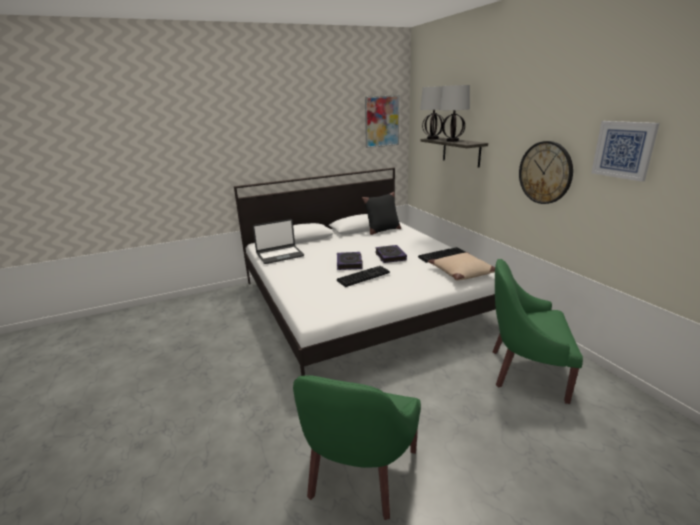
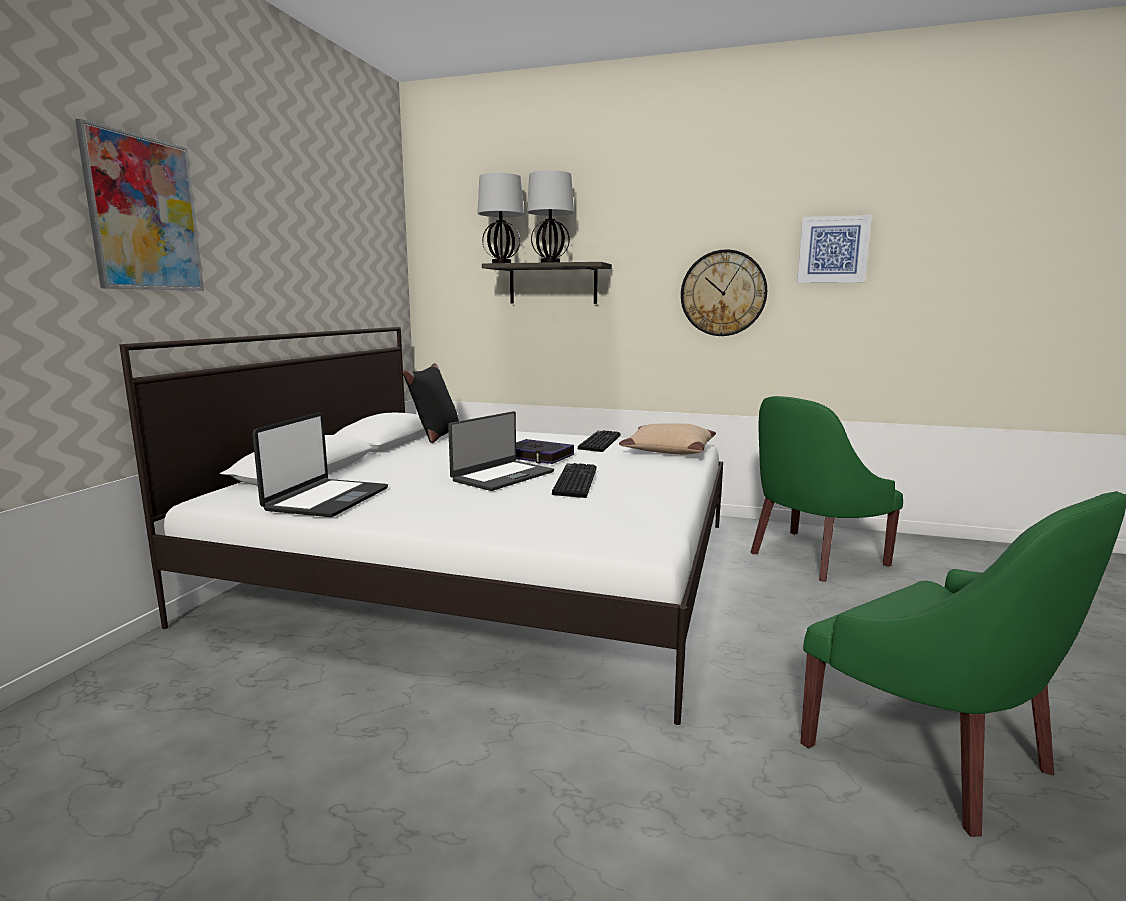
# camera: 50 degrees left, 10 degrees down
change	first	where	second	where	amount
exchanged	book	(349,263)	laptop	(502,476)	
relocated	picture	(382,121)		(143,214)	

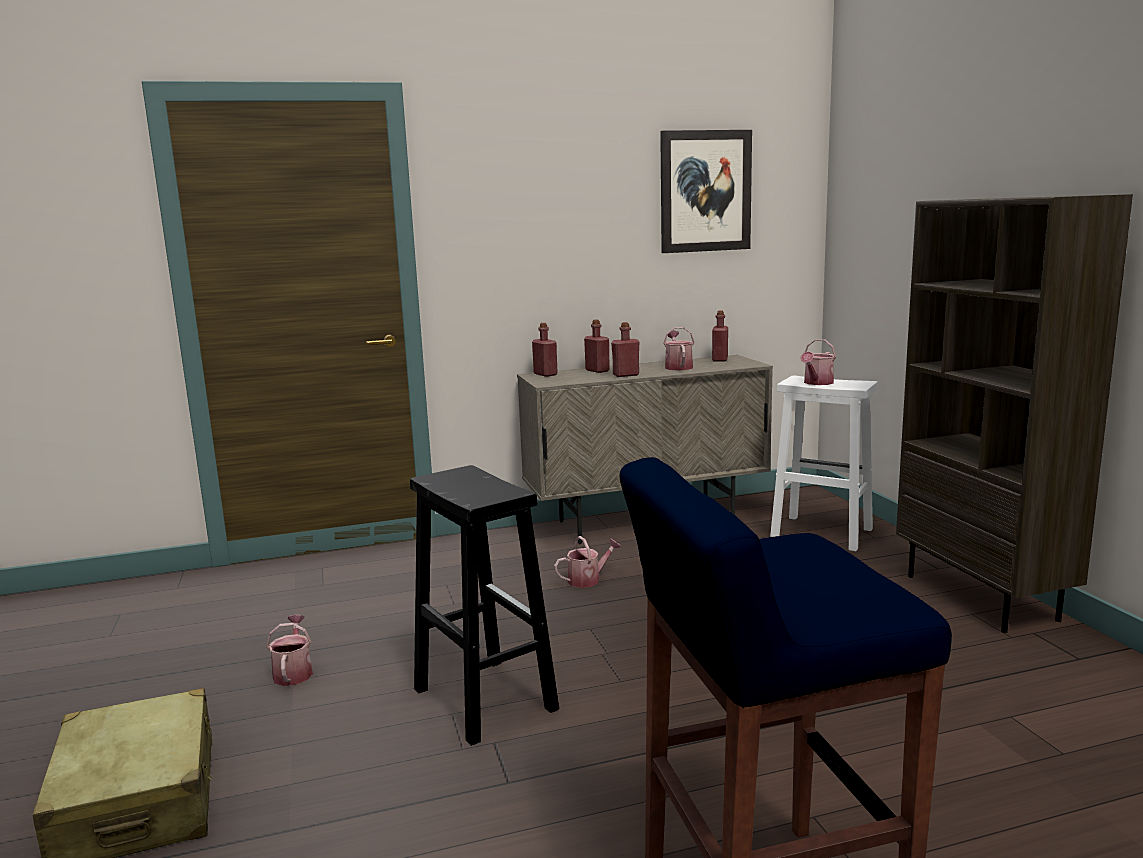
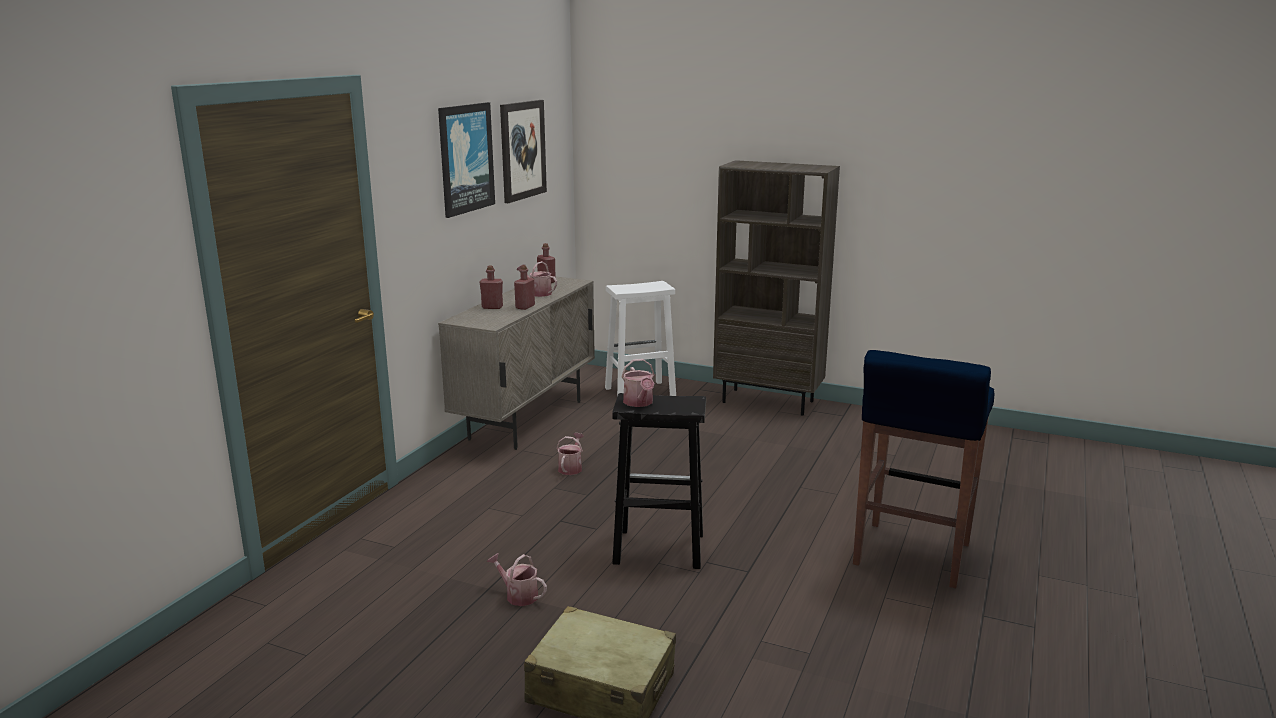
# camera: 50 degrees left, 5 degrees up
change	first	where	second	where	amount
missing	red bottle	(545,374)			
relocated	watering can	(817,383)		(639,403)	
appeared			picture	(465,158)	

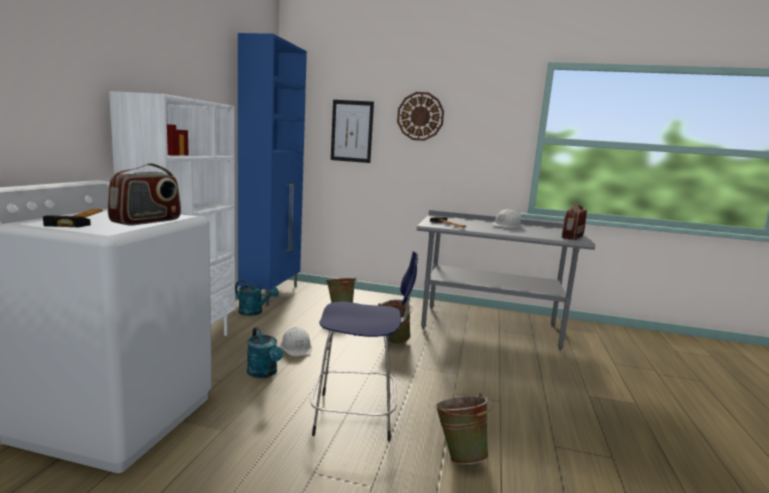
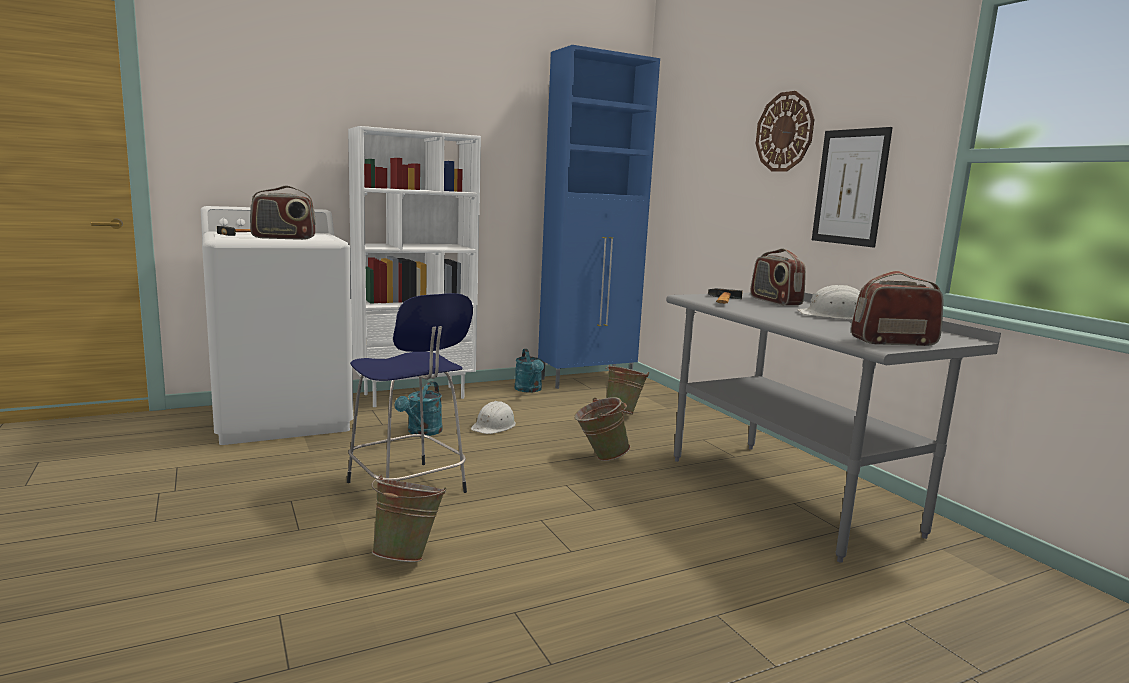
# camera: 50 degrees right, 0 degrees up
change	first	where	second	where	amount
relocated	picture	(352,131)		(850,187)	
appeared			radio	(774,301)	

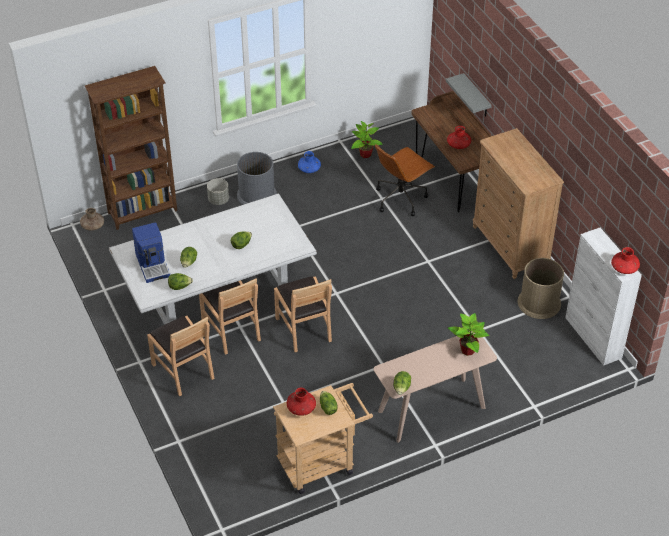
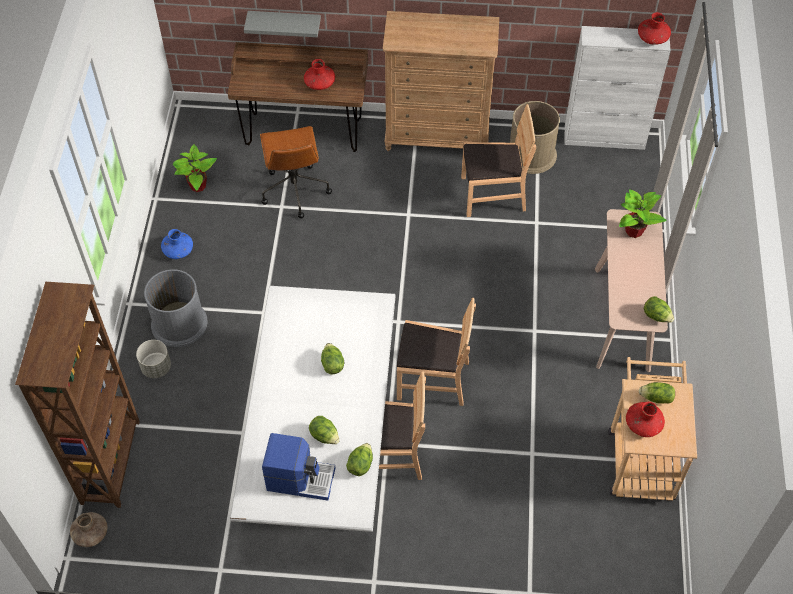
# camera: 60 degrees left, 10 degrees up
change	first	where	second	where	amount
relocated	brown chair	(183,370)		(493,195)	

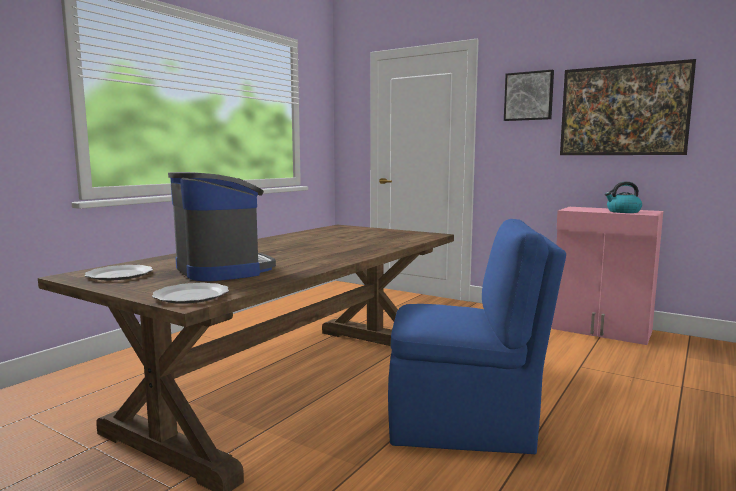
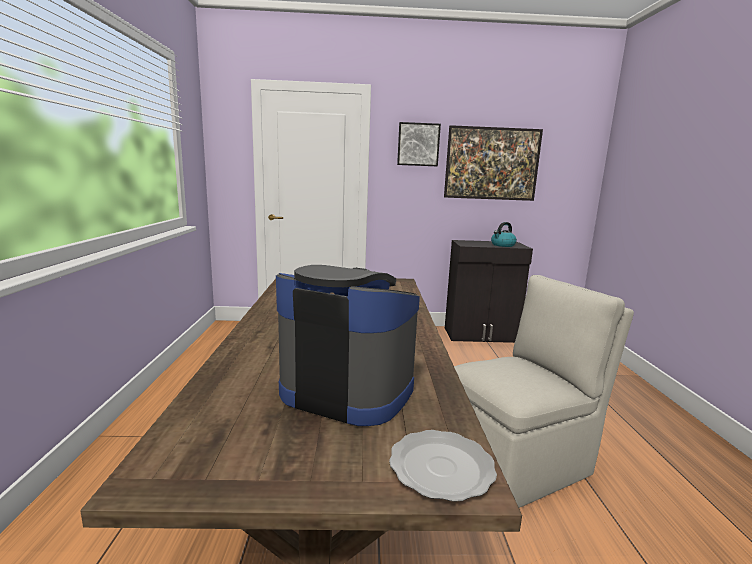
# camera: 35 degrees left, 5 degrees up
change	first	where	second	where	amount
missing	plate	(120,275)			
colour	blue chair	(464,424)	beige chair	(517,463)	
colour	pink cabinet	(601,330)	black cabinet	(481,335)	

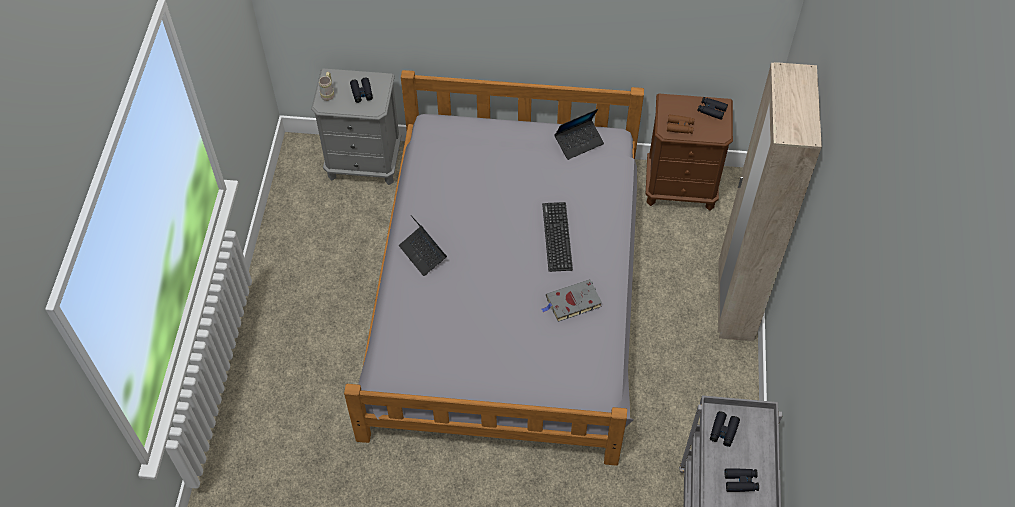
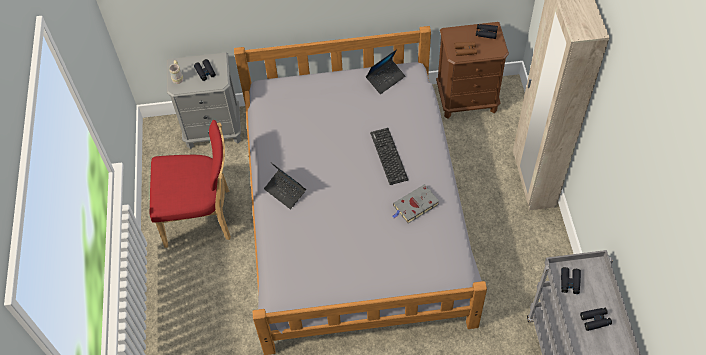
# camera: 10 degrees left, 0 degrees up
change	first	where	second	where	amount
appeared			red chair	(202,217)	

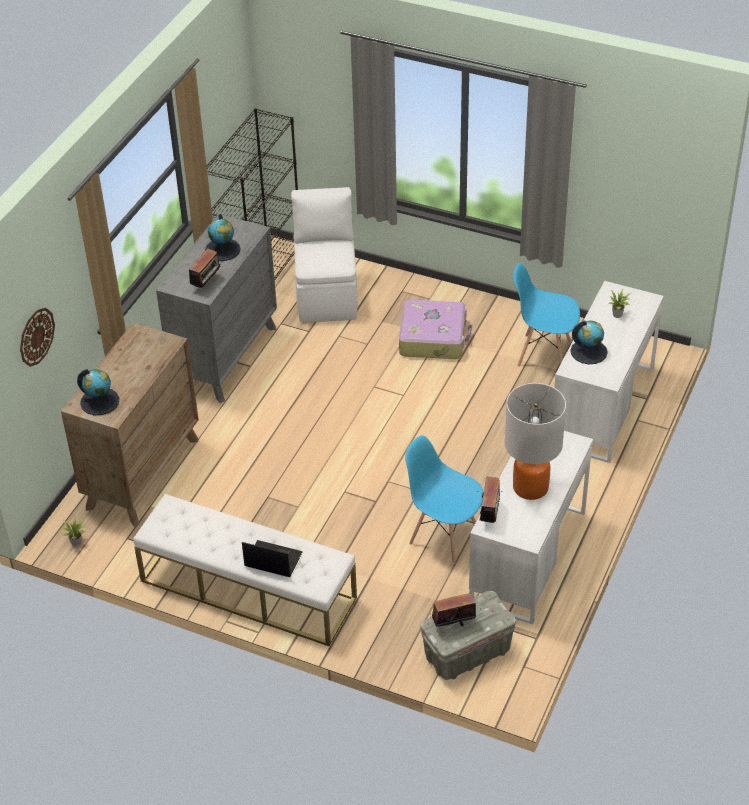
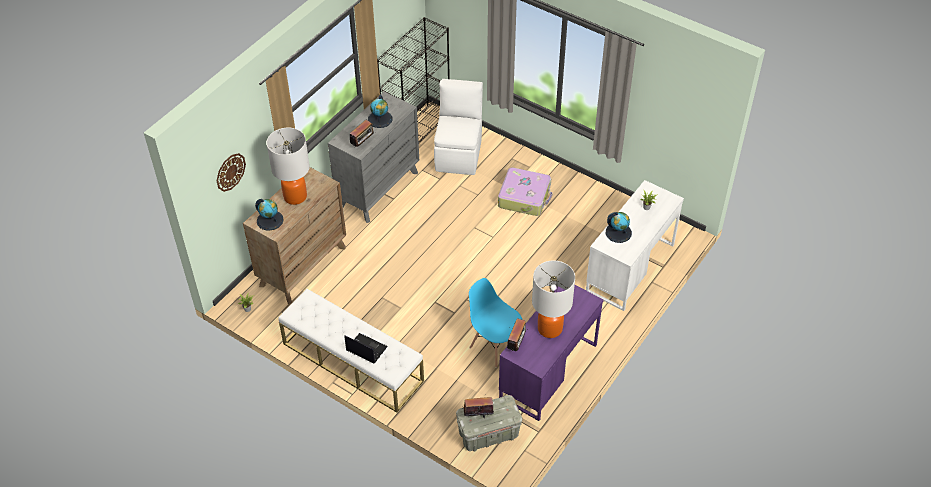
# camera: 10 degrees right, 5 degrees up
change	first	where	second	where	amount
colour	white desk	(527,557)	purple desk	(548,371)	
missing	blue chair	(543,353)			
appeared			table lamp	(295,196)	

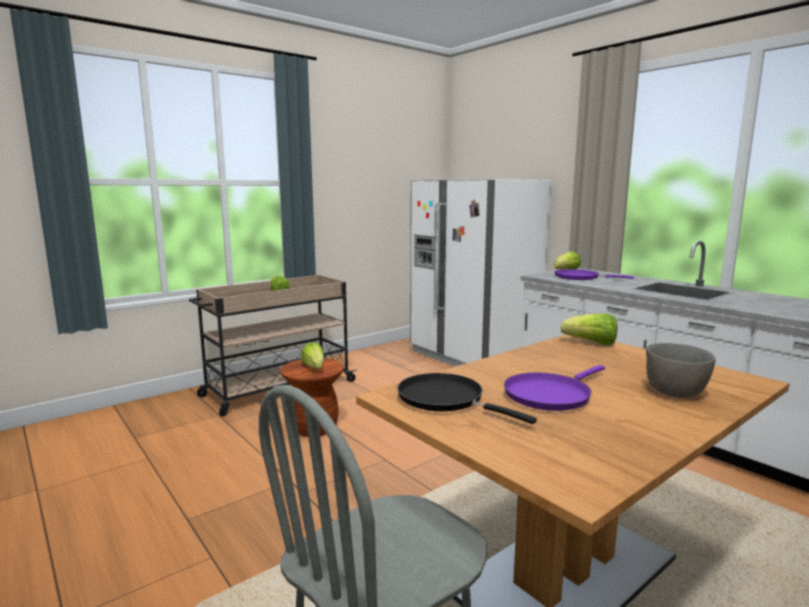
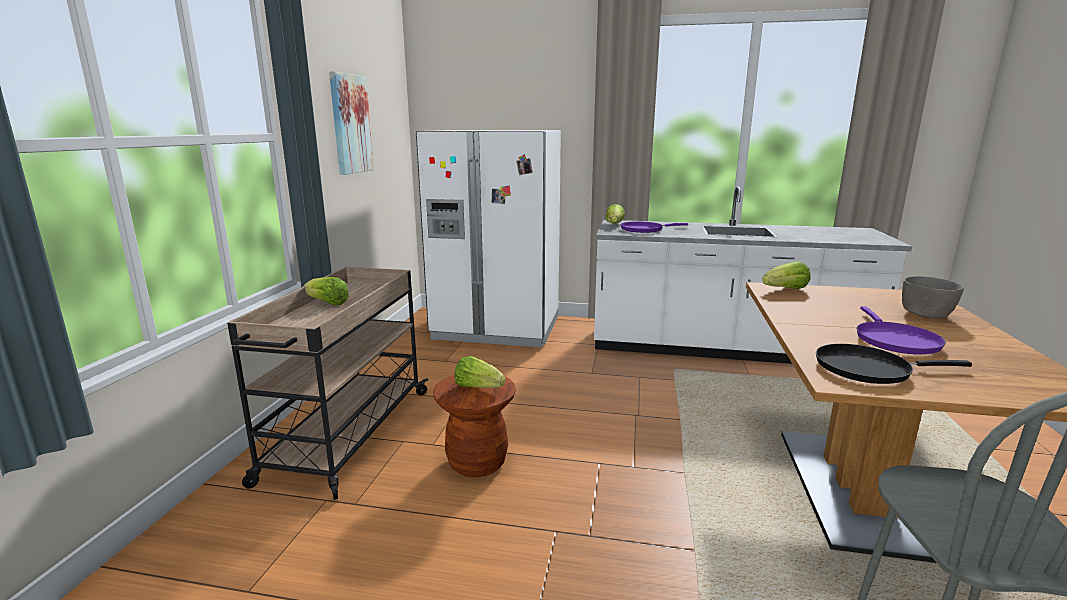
# camera: 40 degrees left, 5 degrees up
change	first	where	second	where	amount
appeared			picture	(350,124)	

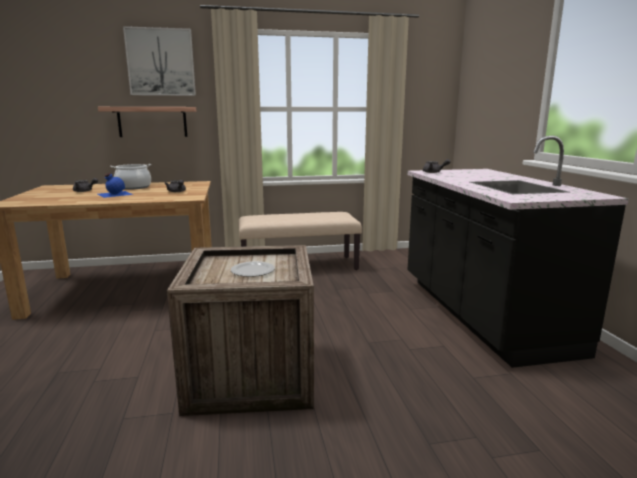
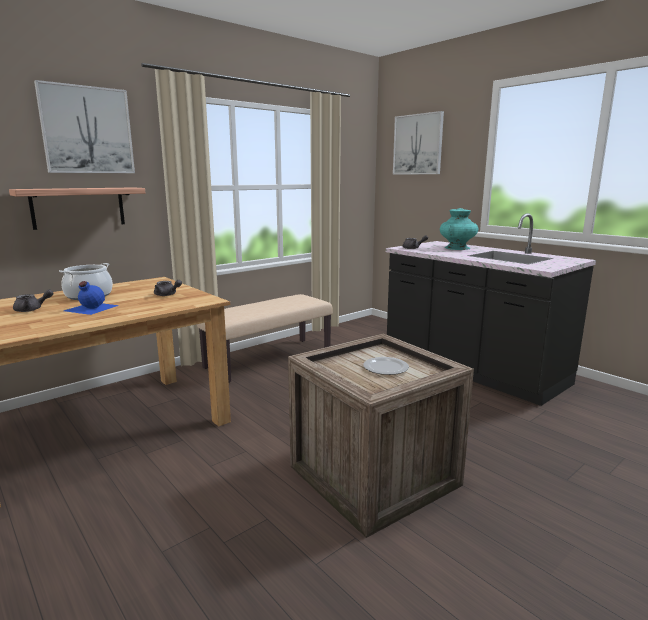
# camera: 30 degrees left, 0 degrees up
change	first	where	second	where	amount
appeared			picture	(418,144)	
appeared			turquoise vase	(457,248)	

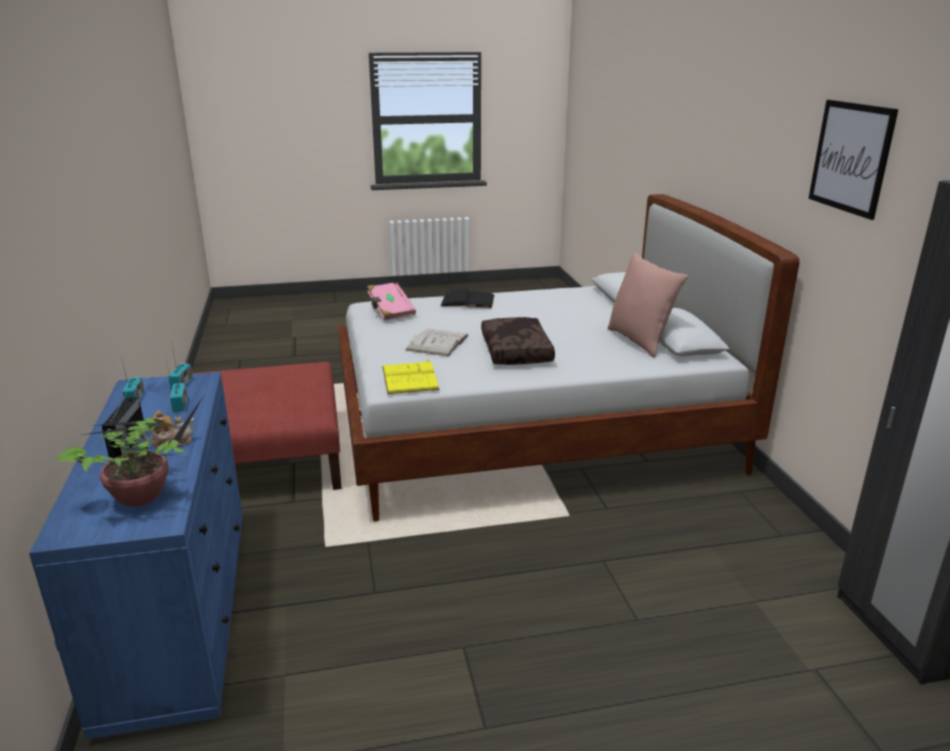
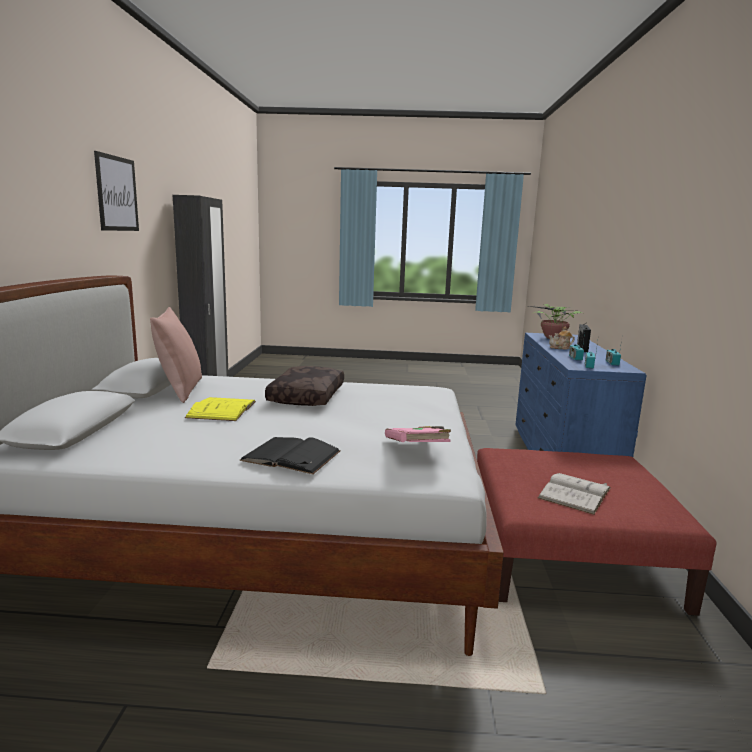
# camera: 165 degrees left, 10 degrees down
change	first	where	second	where	amount
relocated	yellow book	(409,378)		(222,409)	
relocated	white book	(437,342)		(574,493)	

